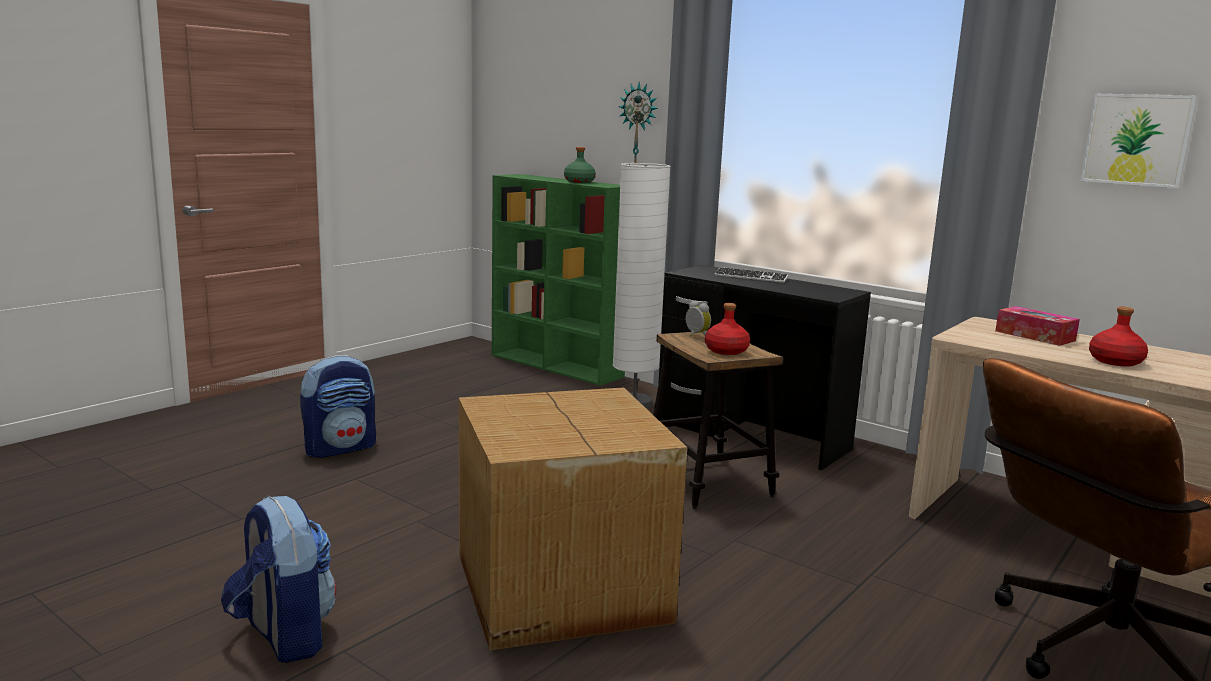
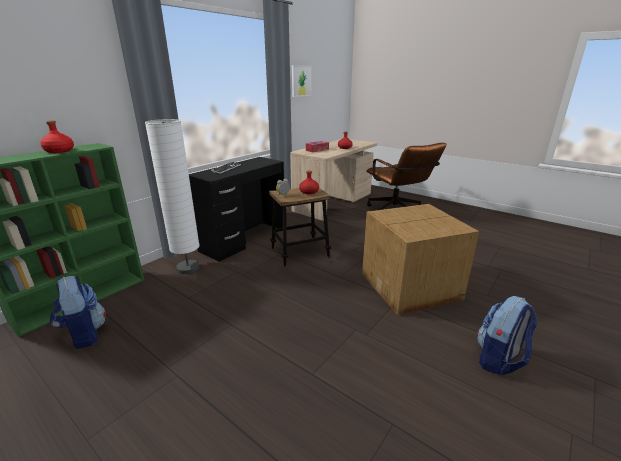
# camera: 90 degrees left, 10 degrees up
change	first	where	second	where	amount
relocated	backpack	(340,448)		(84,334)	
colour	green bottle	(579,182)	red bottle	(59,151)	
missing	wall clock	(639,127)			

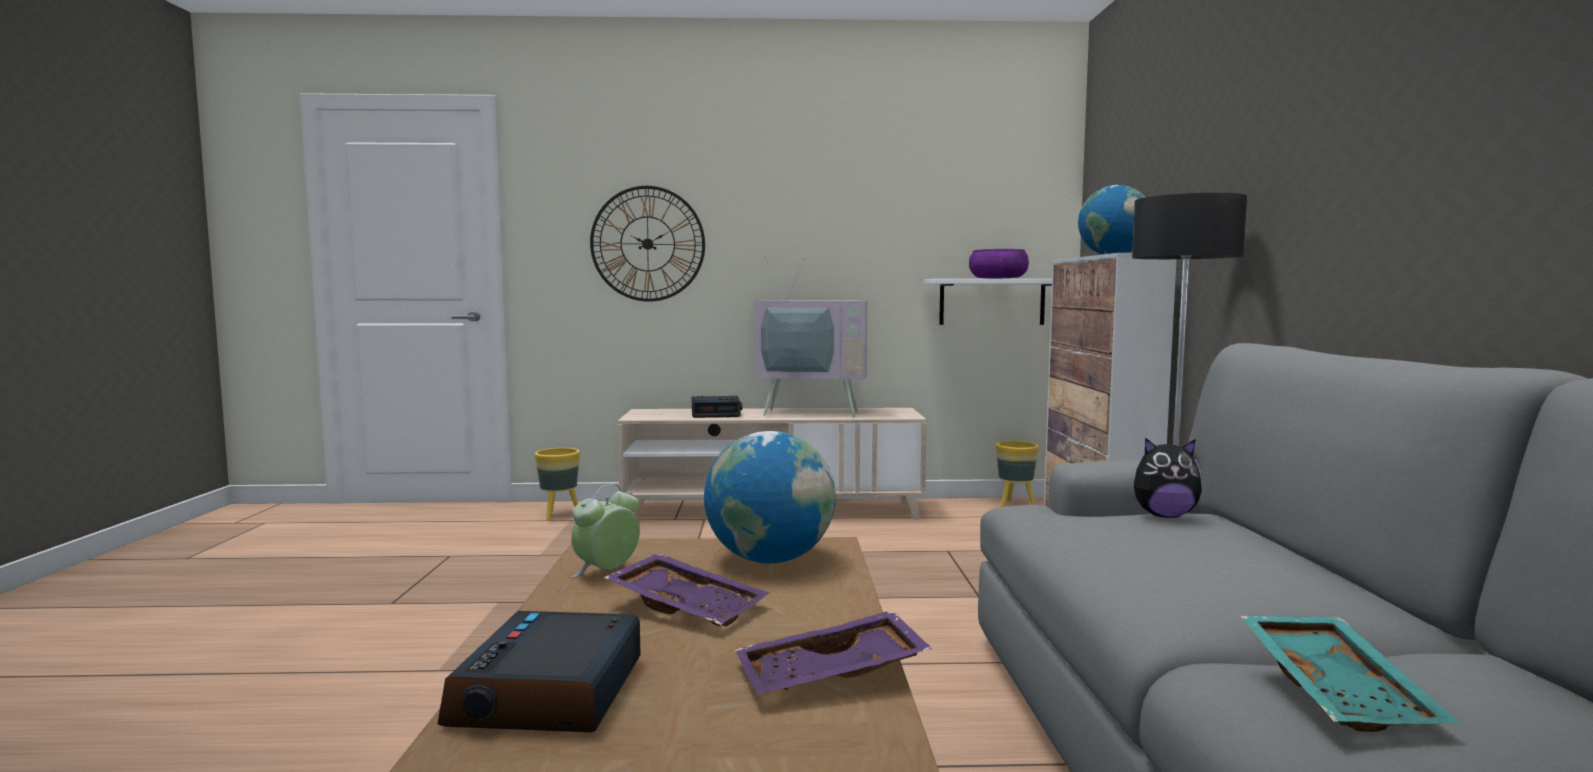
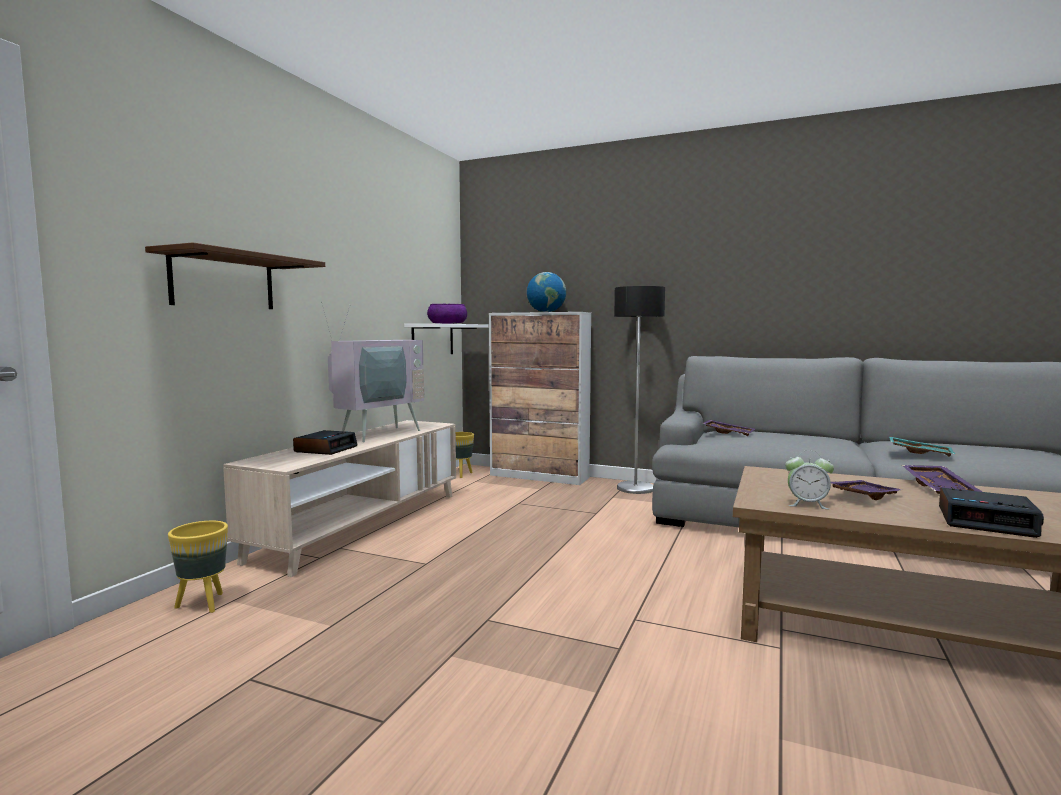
# camera: 65 degrees left, 0 degrees up
change	first	where	second	where	amount
spun	alarm clock	(607,572)		(807,504)	45 degrees counterclockwise
exchanged	wall clock	(647,244)	brown shelf	(223,282)	
missing	globe	(770,560)			
exchanged	plush toy	(1164,516)	purple tray	(728,433)	

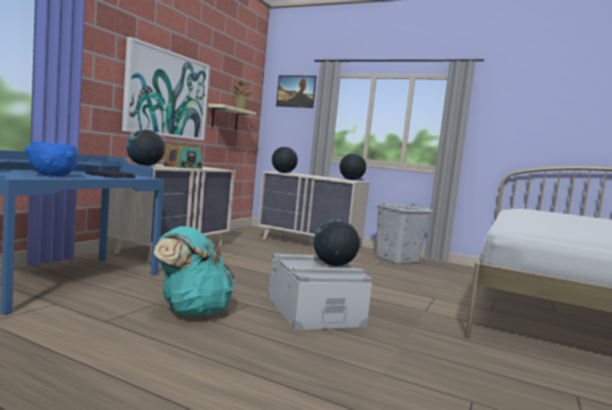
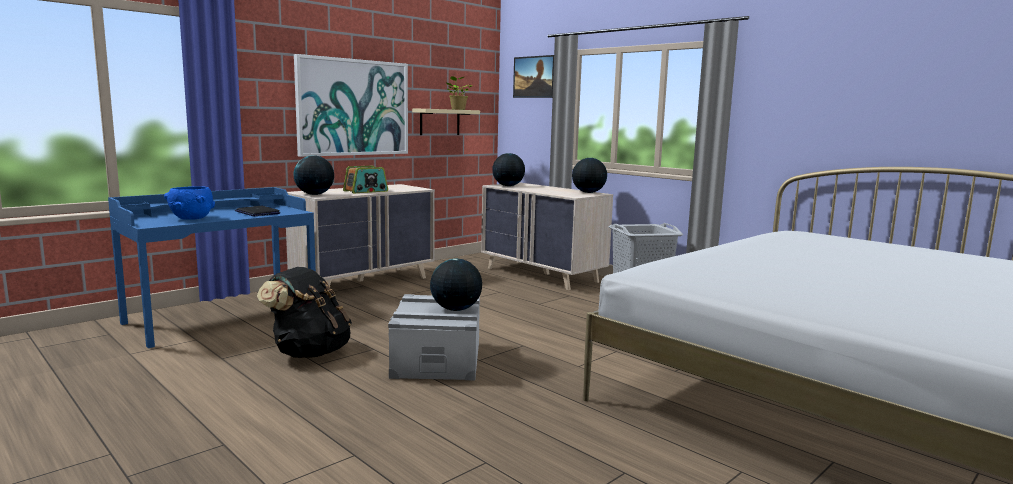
# camera: 20 degrees right, 5 degrees up
change	first	where	second	where	amount
colour	turquoise backpack	(192,311)	black backpack	(309,352)	

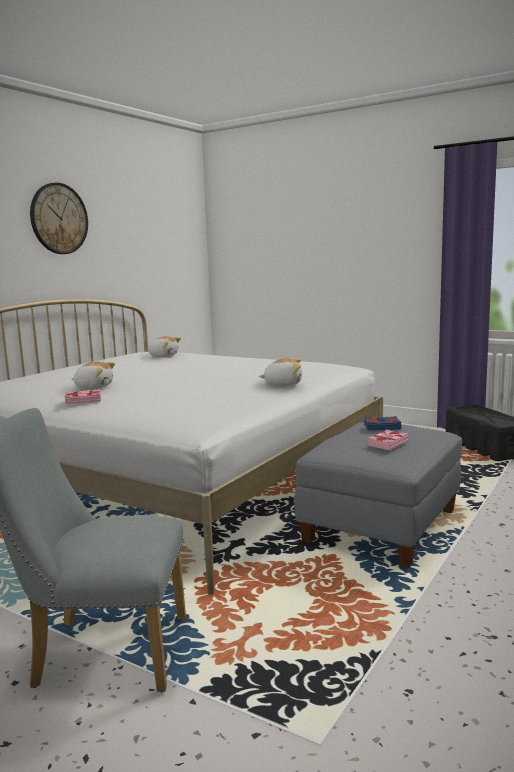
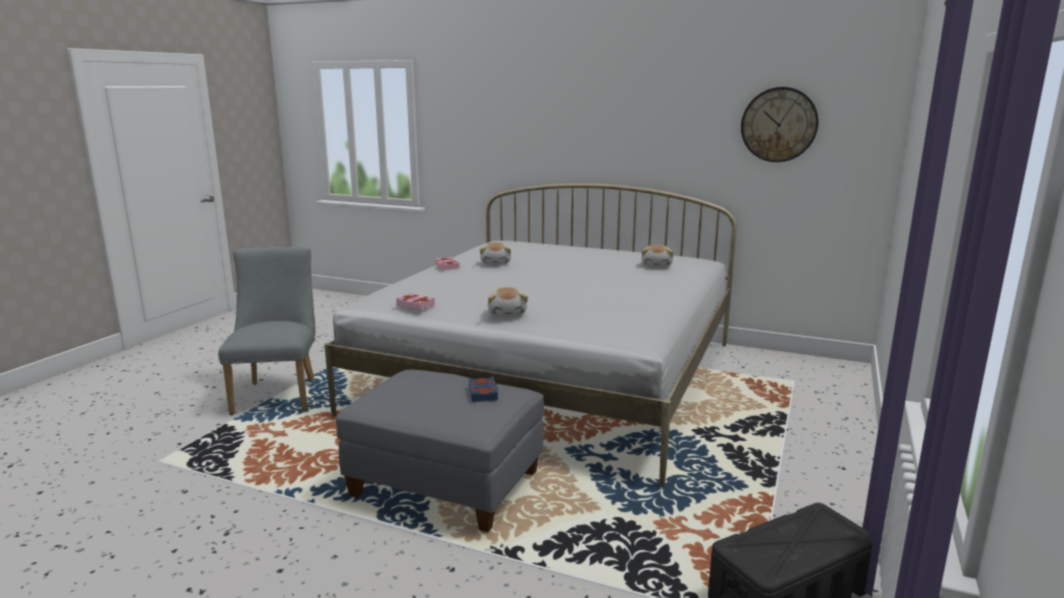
# camera: 80 degrees right, 5 degrees up
change	first	where	second	where	amount
relocated	wall clock	(59,219)		(779,124)	
relocated	pink book	(387,443)		(416,305)	

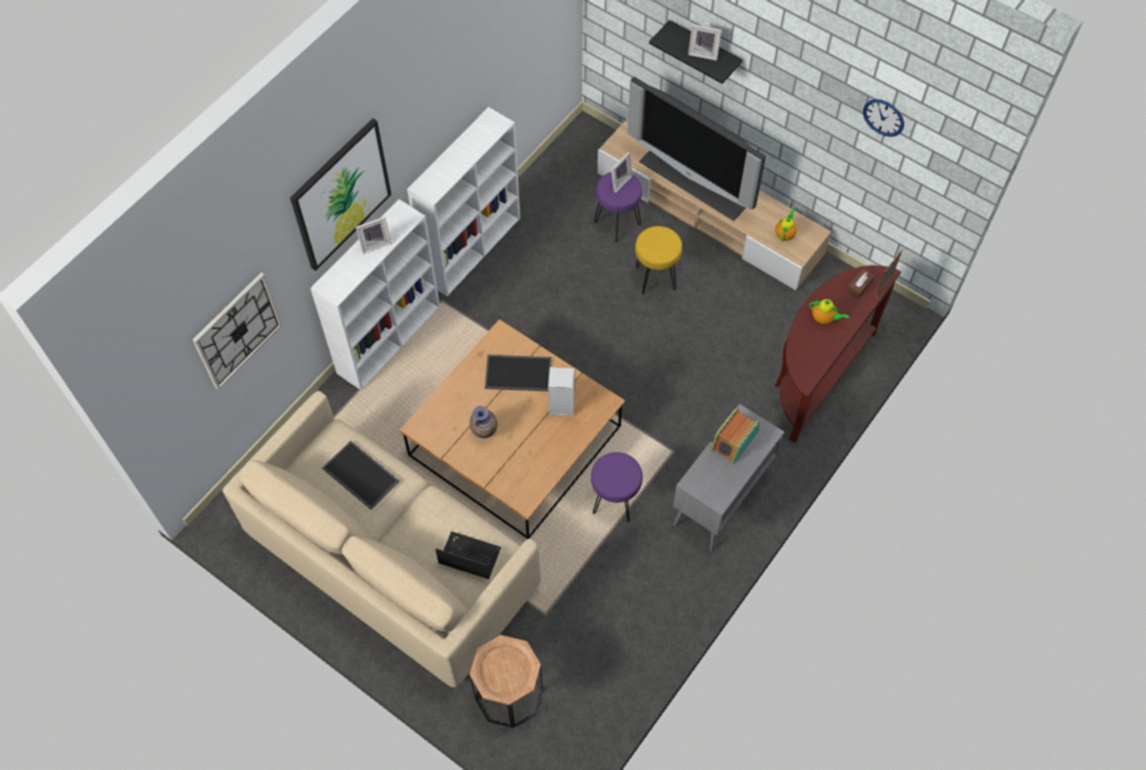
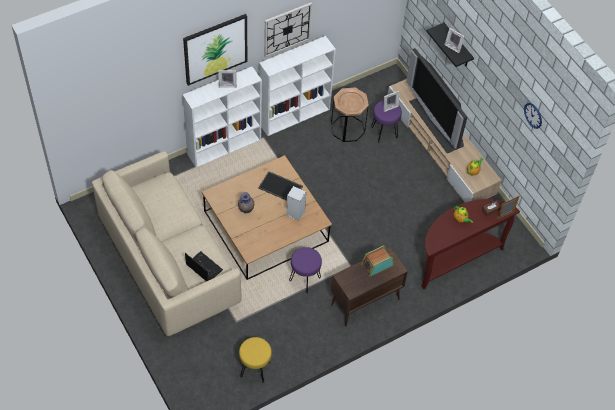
# camera: 20 degrees right, 5 degrees down
change	first	where	second	where	amount
relocated	wall clock	(237,331)		(287,29)	
missing	tray	(359,475)			
relocated	brown side table	(508,694)		(347,128)	
relocated	yellow stool	(655,277)		(255,369)	
colour	grey cabinet	(720,500)	brown cabinet	(364,302)	

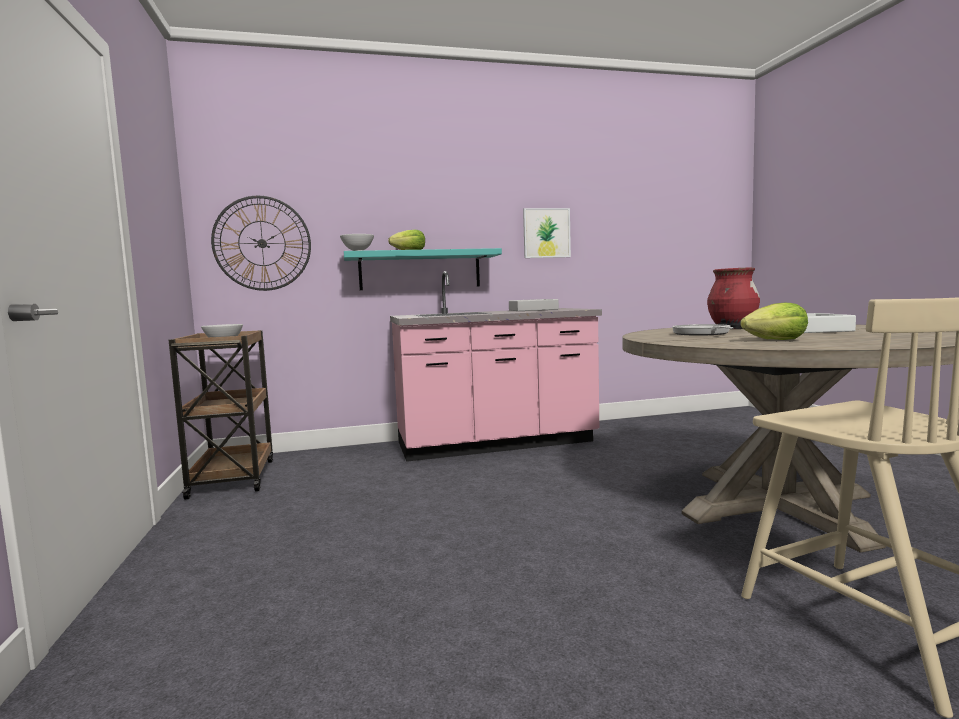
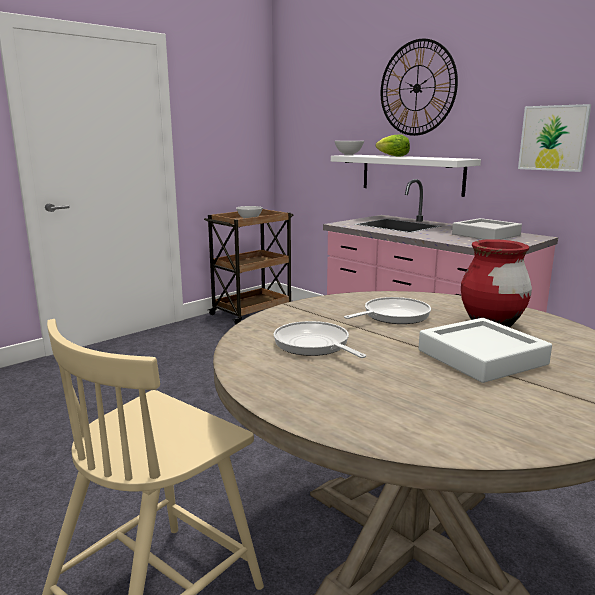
# camera: 60 degrees right, 10 degrees up
change	first	where	second	where	amount
relocated	wall clock	(262,243)		(417,88)	
colour	turquoise shelf	(420,270)	white shelf	(411,174)	
exchanged	lettuce	(775,340)	frying pan	(314,345)	

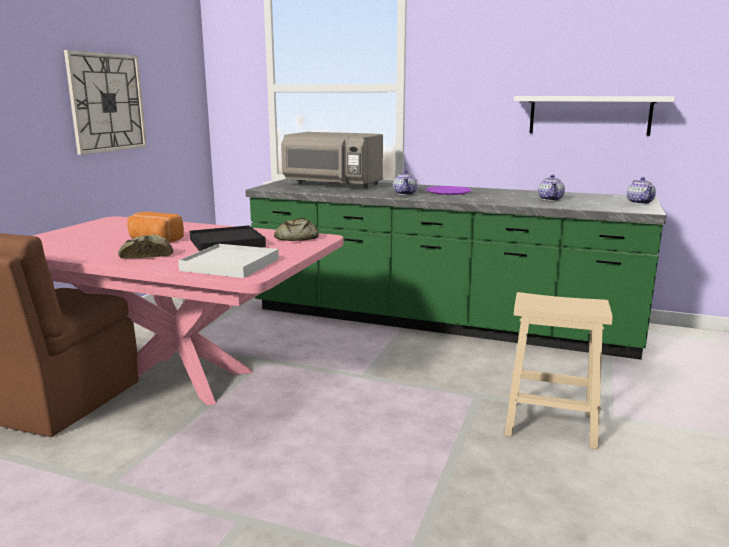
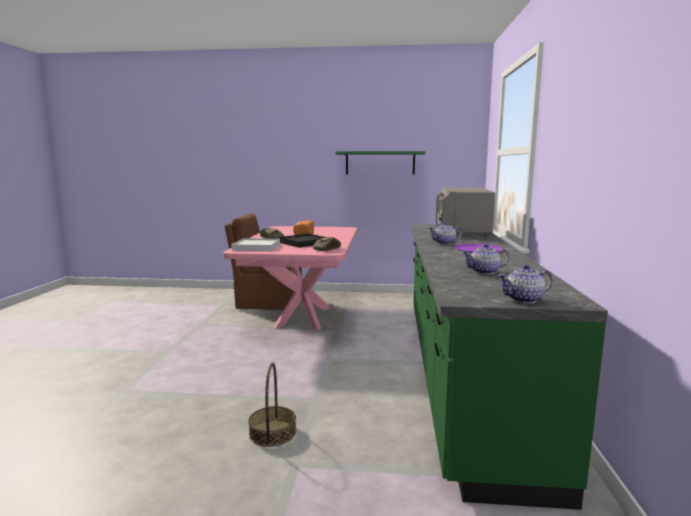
# camera: 75 degrees right, 5 degrees down
change	first	where	second	where	amount
exchanged	wall clock	(107,102)	green shelf	(380,163)	
exchanged	beige stool	(552,424)	basket	(273,433)	
missing	white shelf	(589,115)			

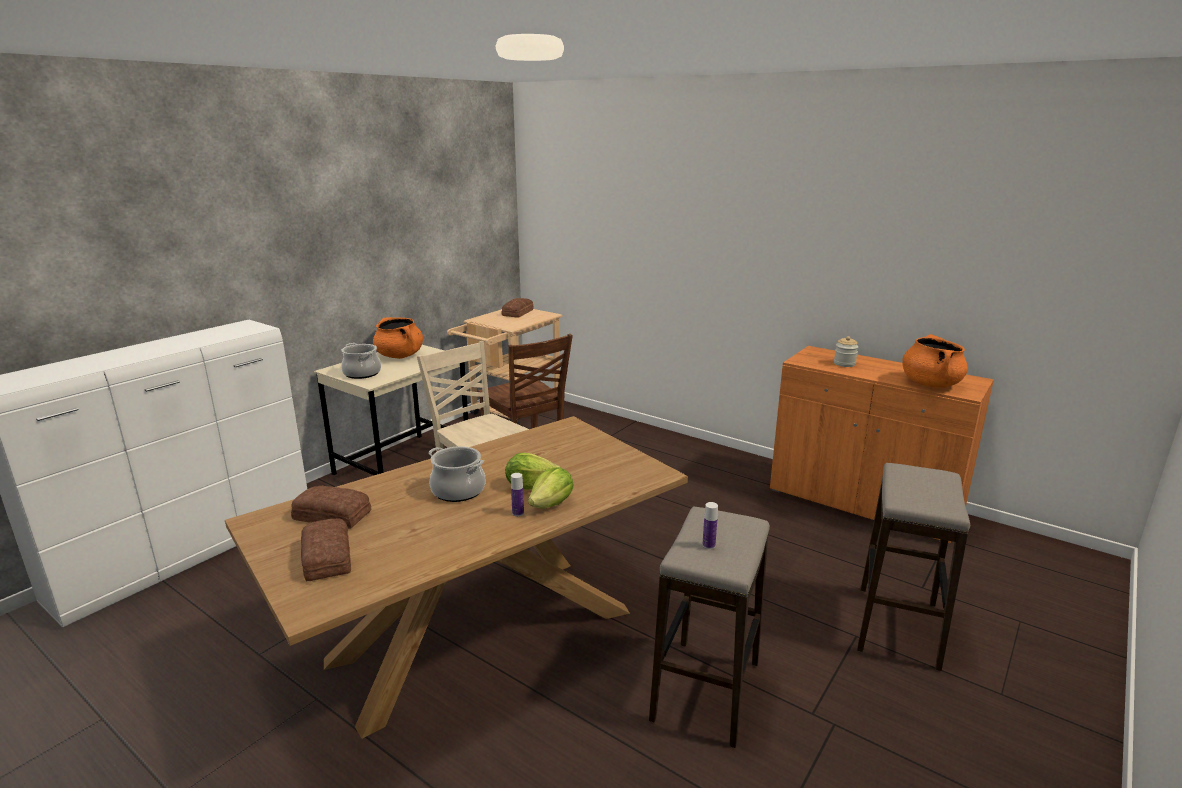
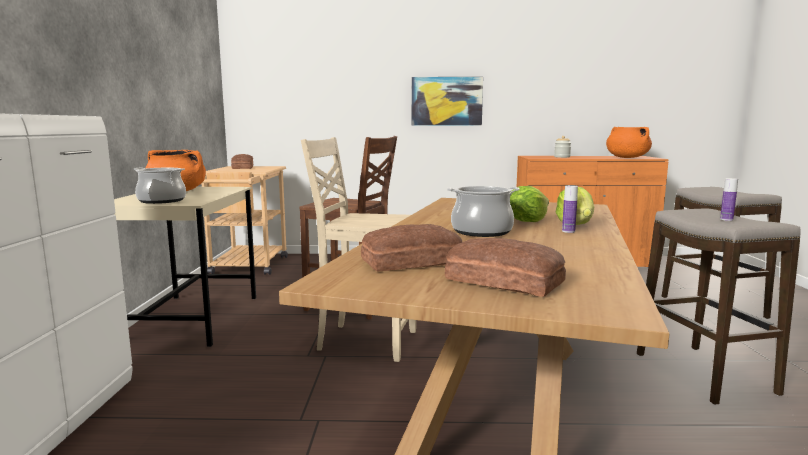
# camera: 35 degrees left, 10 degrees down
change	first	where	second	where	amount
appeared			picture	(446,101)	

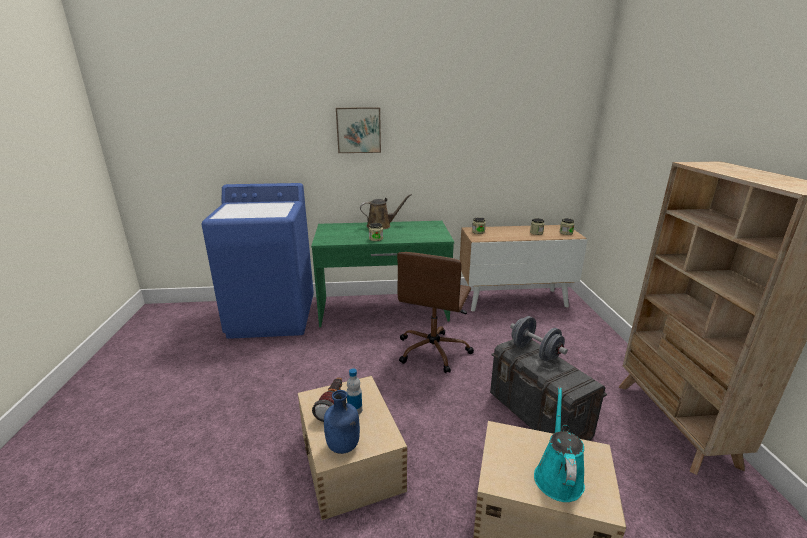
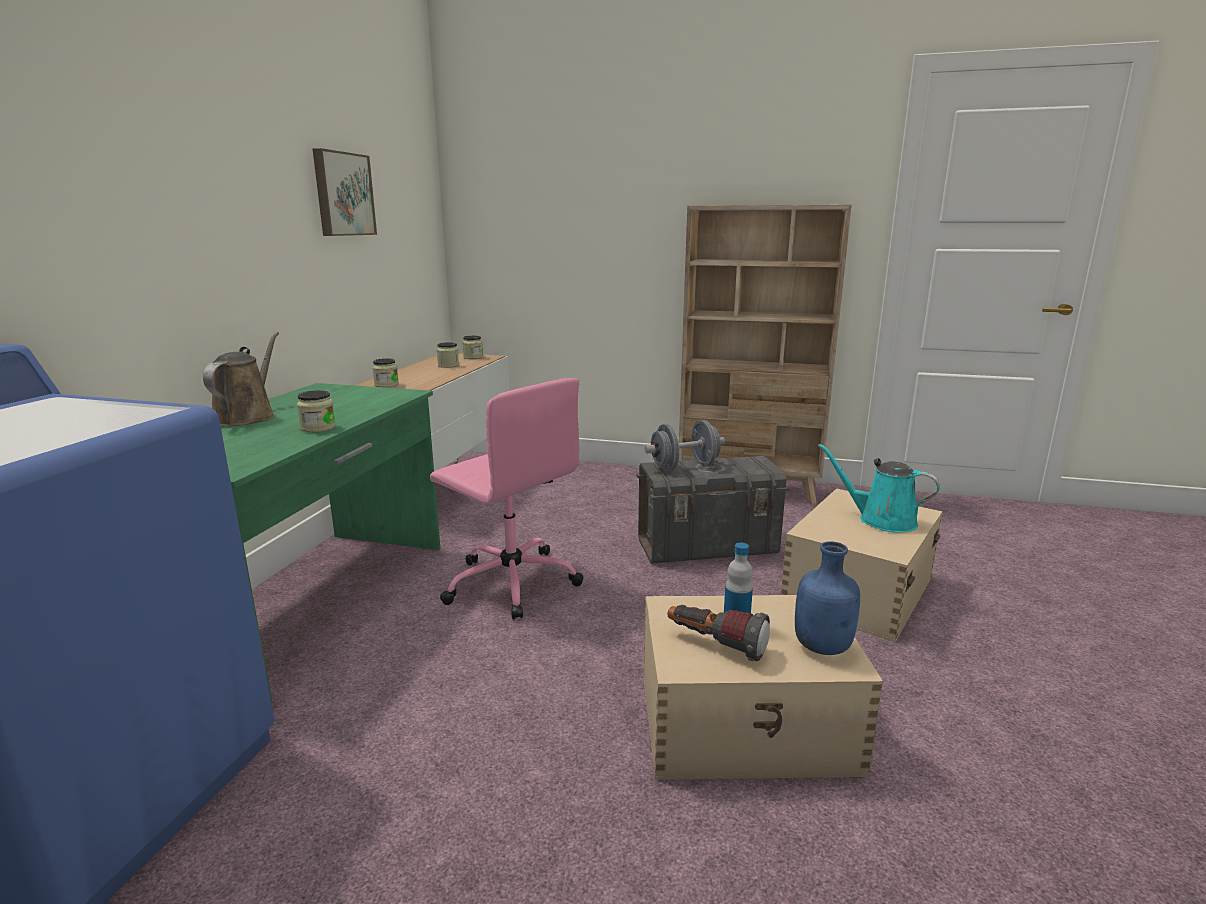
# camera: 70 degrees left, 5 degrees down
change	first	where	second	where	amount
relocated	picture	(358,130)		(342,194)	
colour	brown office chair	(433,351)	pink office chair	(511,582)	

